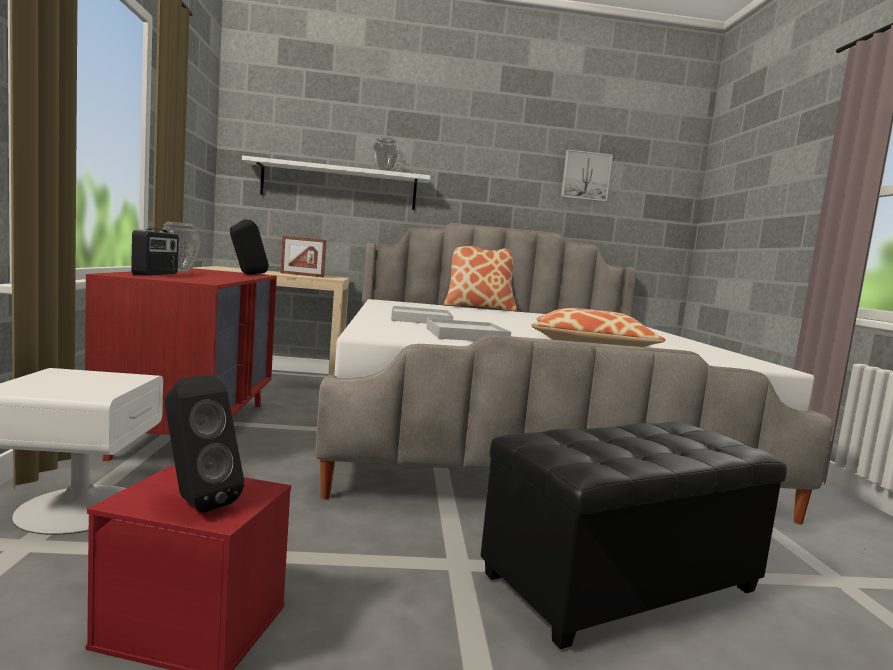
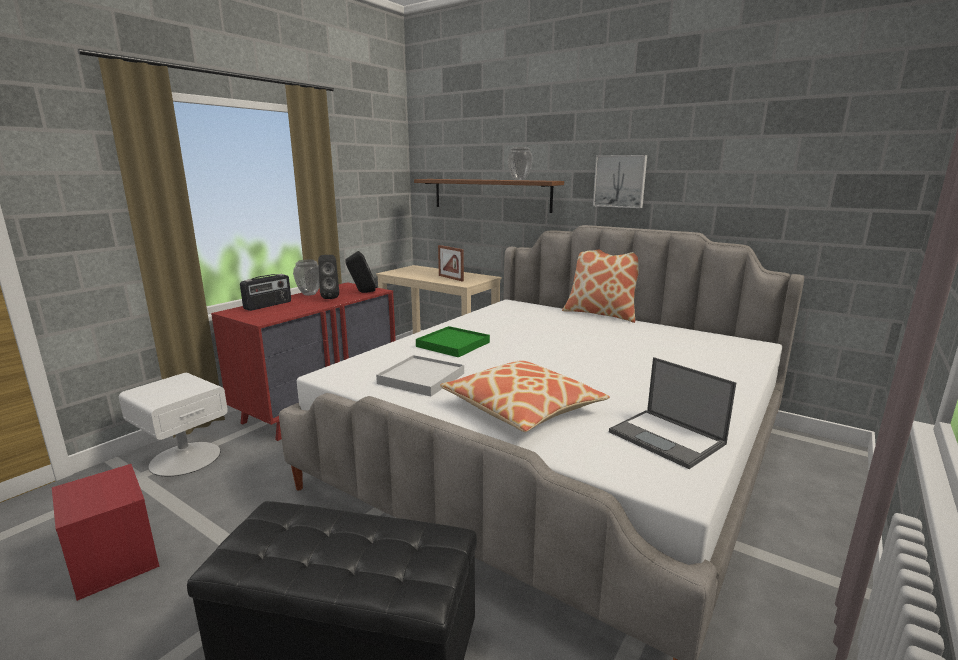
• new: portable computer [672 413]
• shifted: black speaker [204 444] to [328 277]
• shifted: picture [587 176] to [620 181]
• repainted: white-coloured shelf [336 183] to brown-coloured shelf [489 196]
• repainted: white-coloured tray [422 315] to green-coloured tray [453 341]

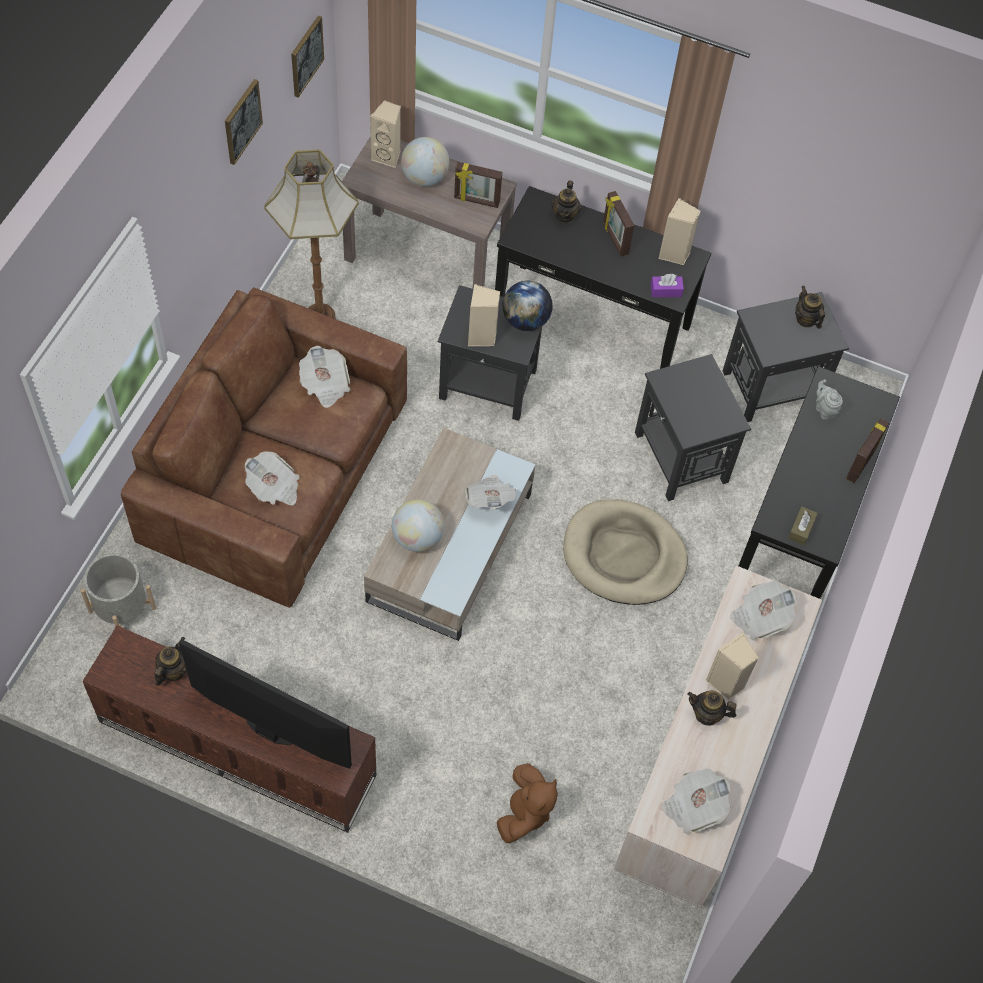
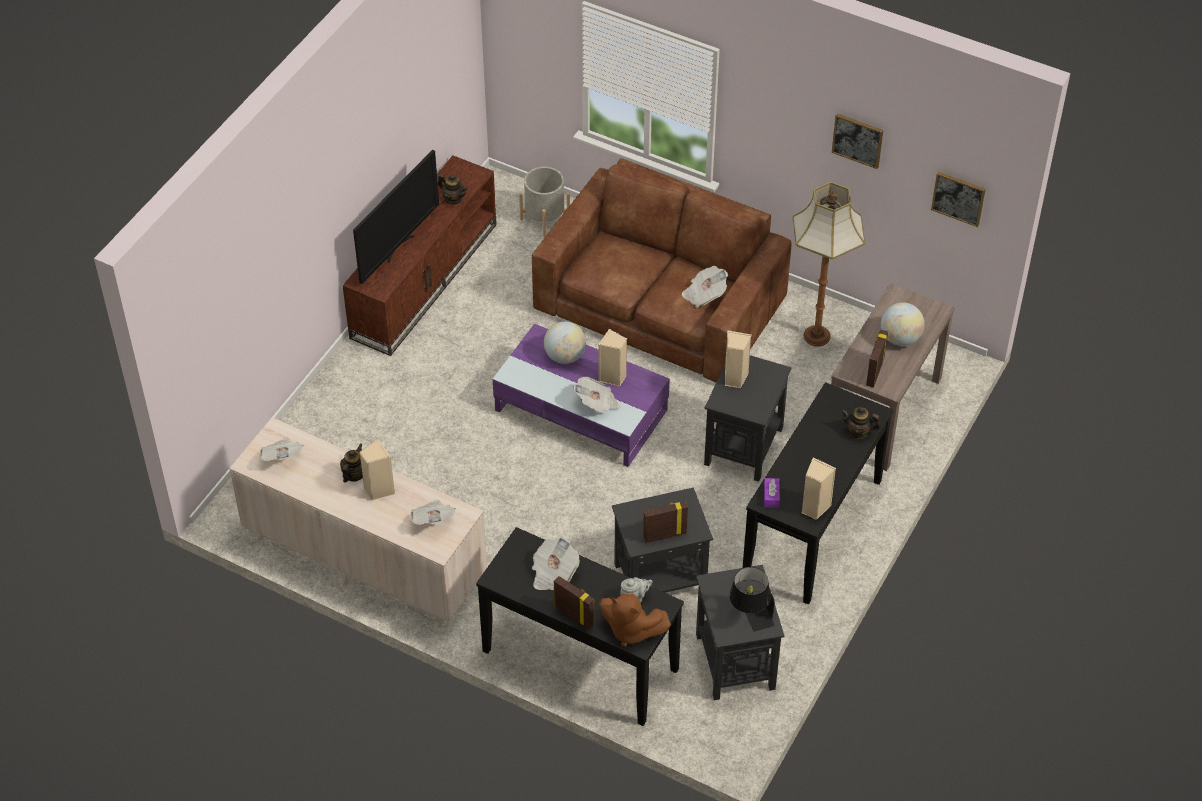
• gone: desk globe [527 306]
• gone: beige dog cushion [625 552]
• gone: brown-coloured box of tissues [803 525]
• shifted: newspaper [272 478] to [556 564]
• shifted: beige speaker [385 134] to [612 357]
• shifted: brown-coloured cuddly toy [527 803] to [635 620]
• shifted: standing frame [618 224] to [665 522]
• swapped: tea pot [810 307] to black tabletop lamp [752 599]
• repainted: beige low table [450 534] to purple-coloured low table [581 395]

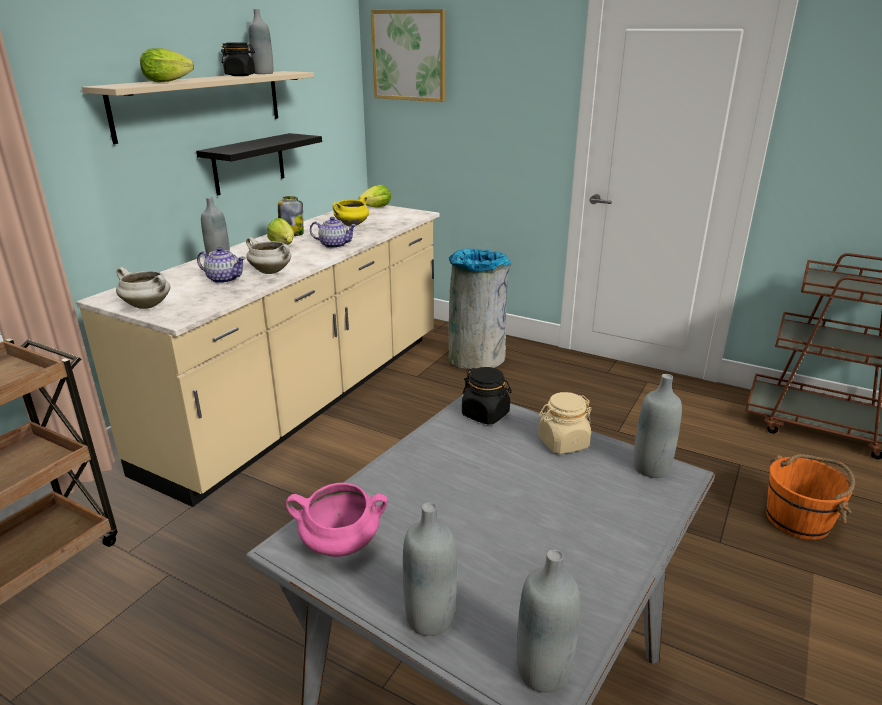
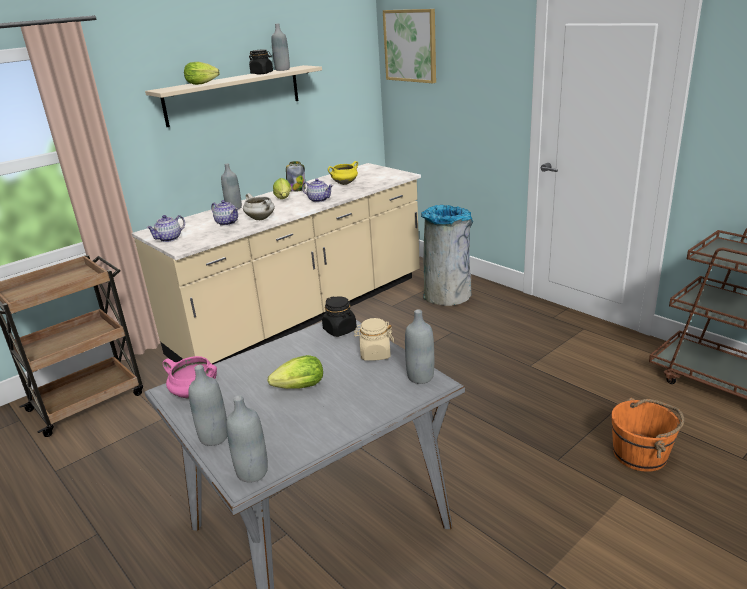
• gone: black shelf [259 164]
• shifted: lettuce [374 196] to [295 372]
• swapped: white-coloured cooking pot [143 288] to tea pot [165 228]

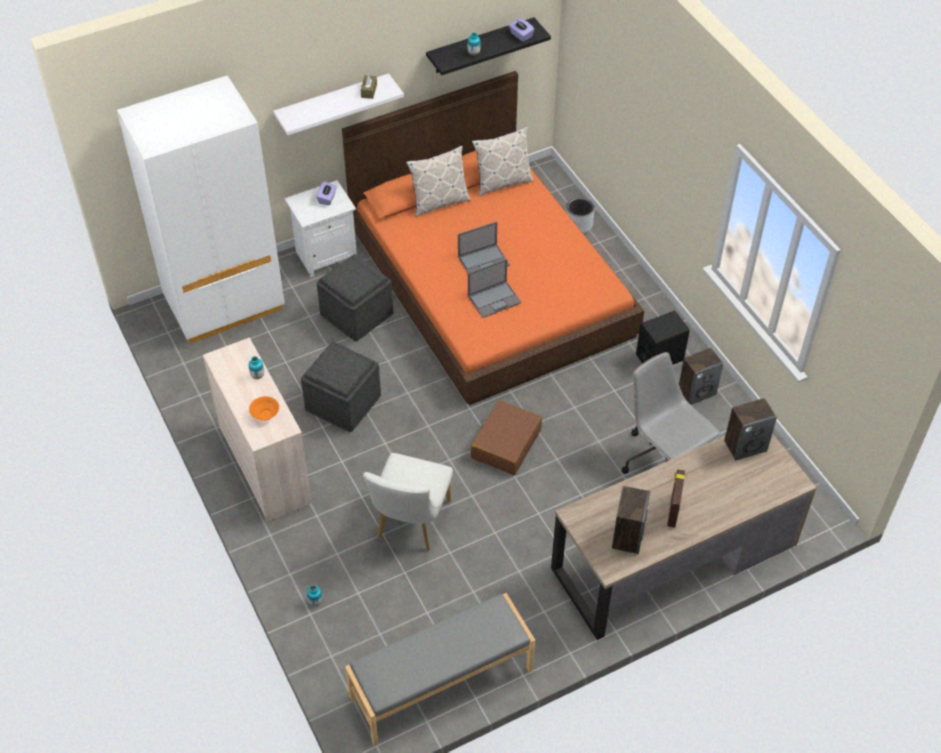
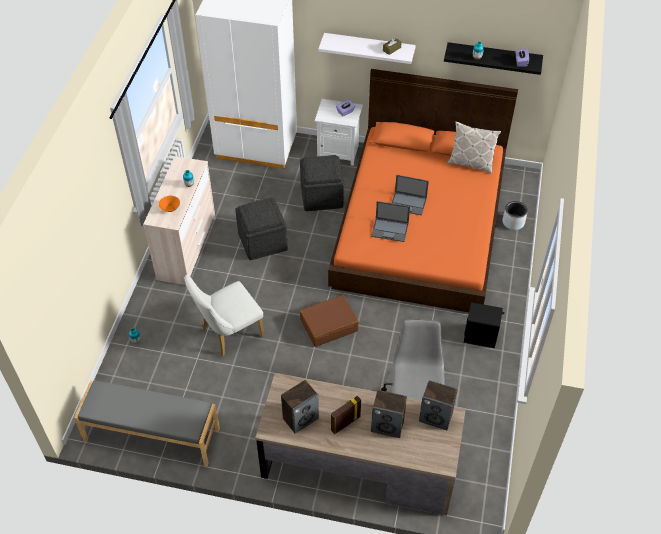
• gone: pillow [438 181]
• shifted: speaker [701 376] to [389 414]

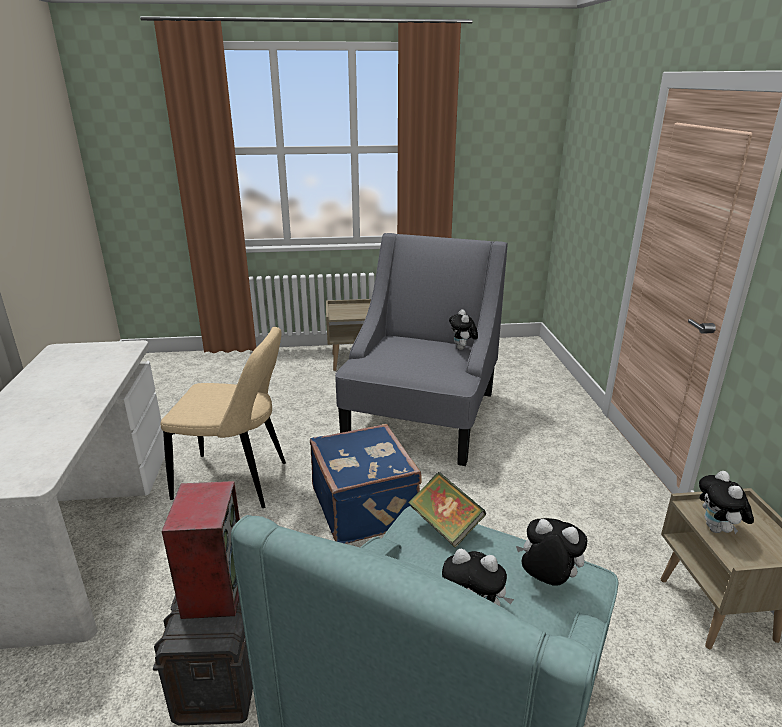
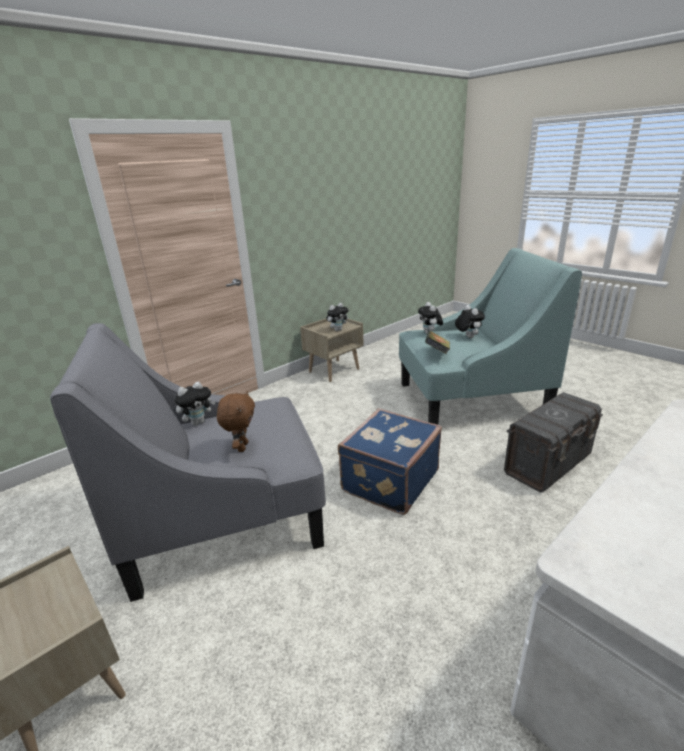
• gone: beige chair [223 417]
• gone: speaker [201 550]
• new: brown-coloured cuddly toy [236 421]

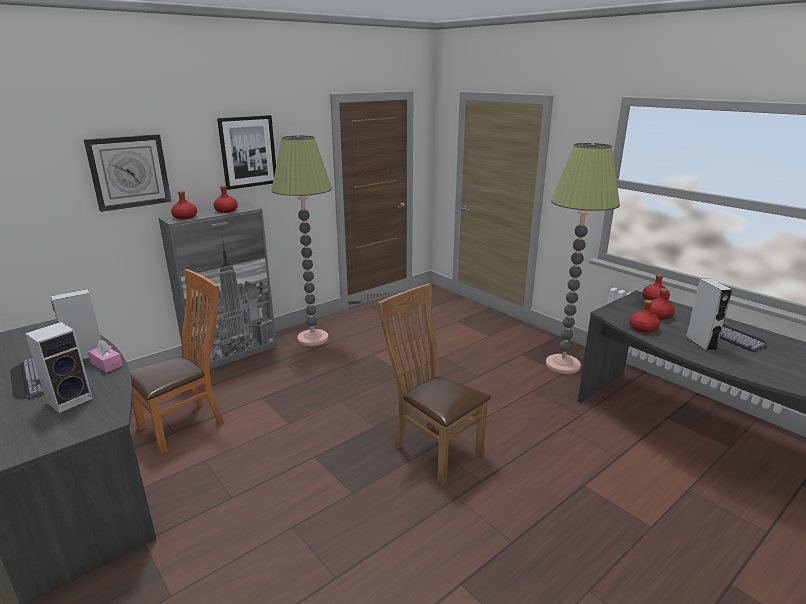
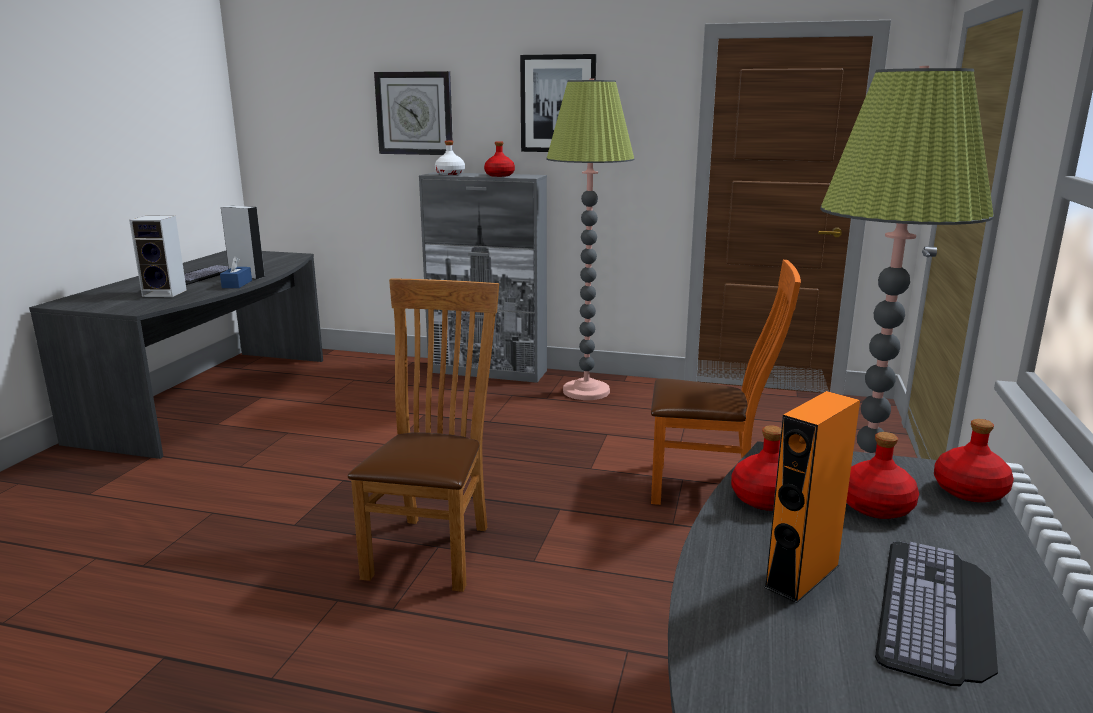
• shifted: orange chair [176 361] to [726 382]
• repainted: pink-coloured box of tissues [105 356] to blue-coloured box of tissues [236 272]
• repainted: red beverage bottle [184 205] to white-coloured beverage bottle [450 158]
• repainted: grey speaker [709 314] to orange speaker [812 497]

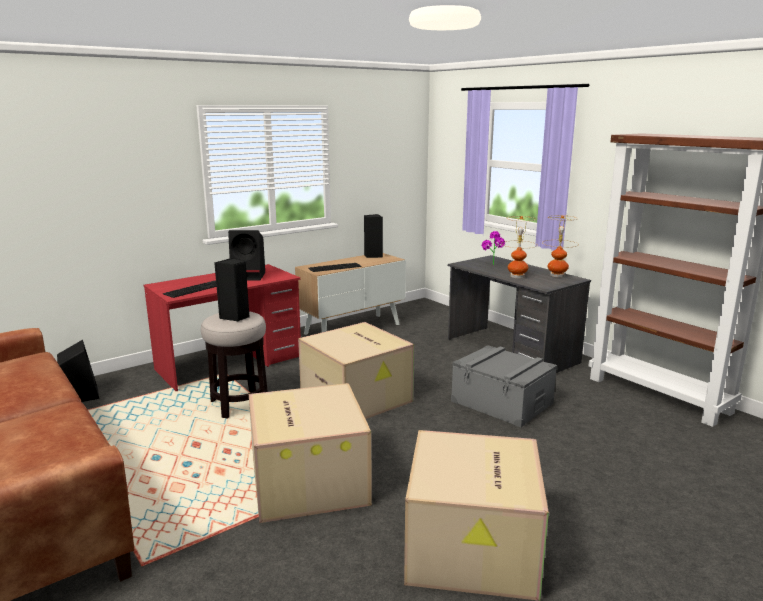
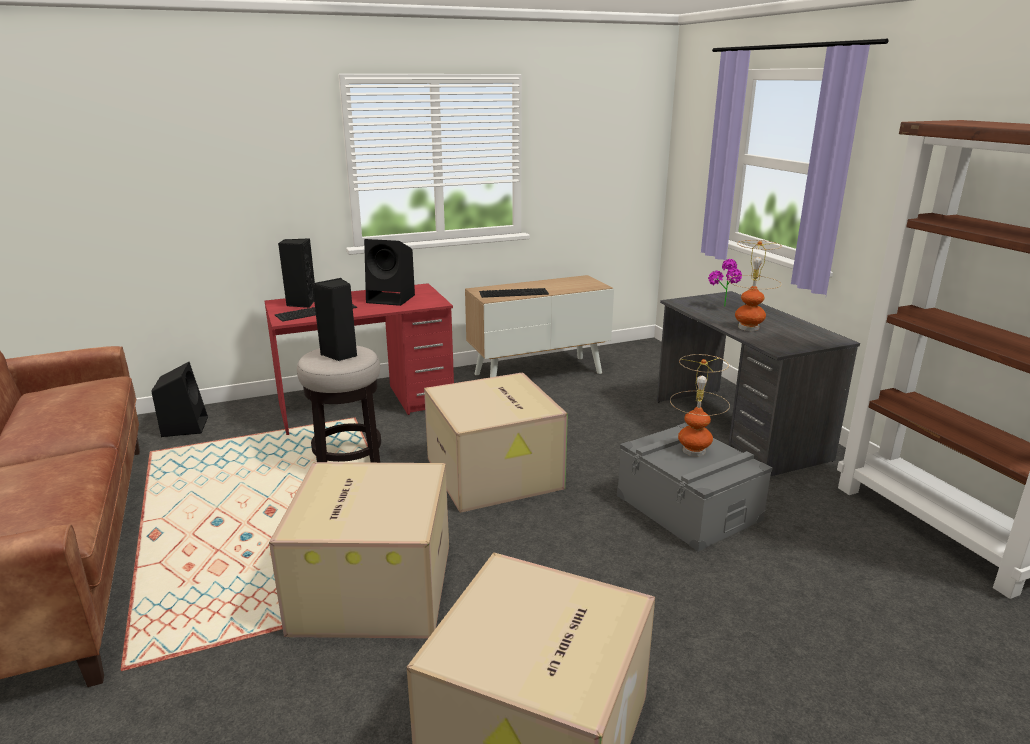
• shifted: black speaker [373 236] to [296 273]
• shifted: tabletop lamp [560 246] to [700 405]

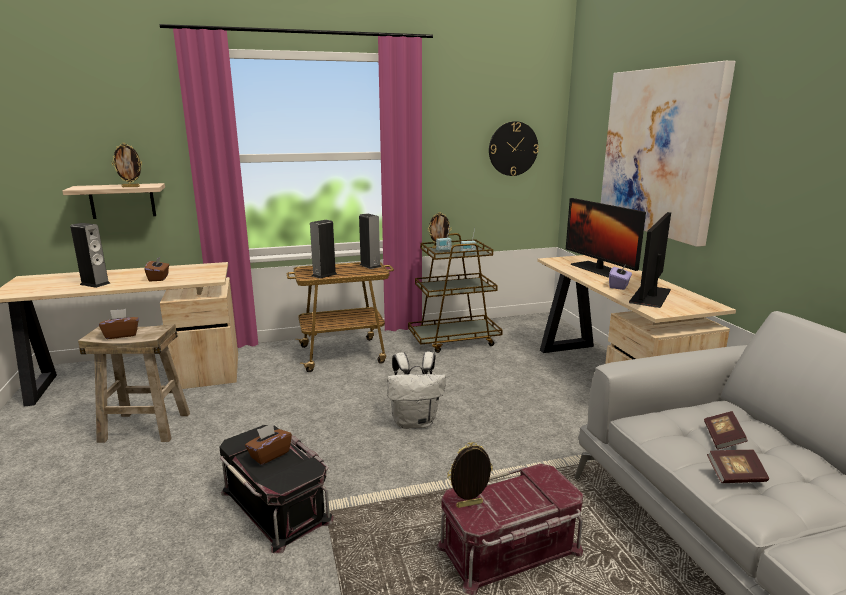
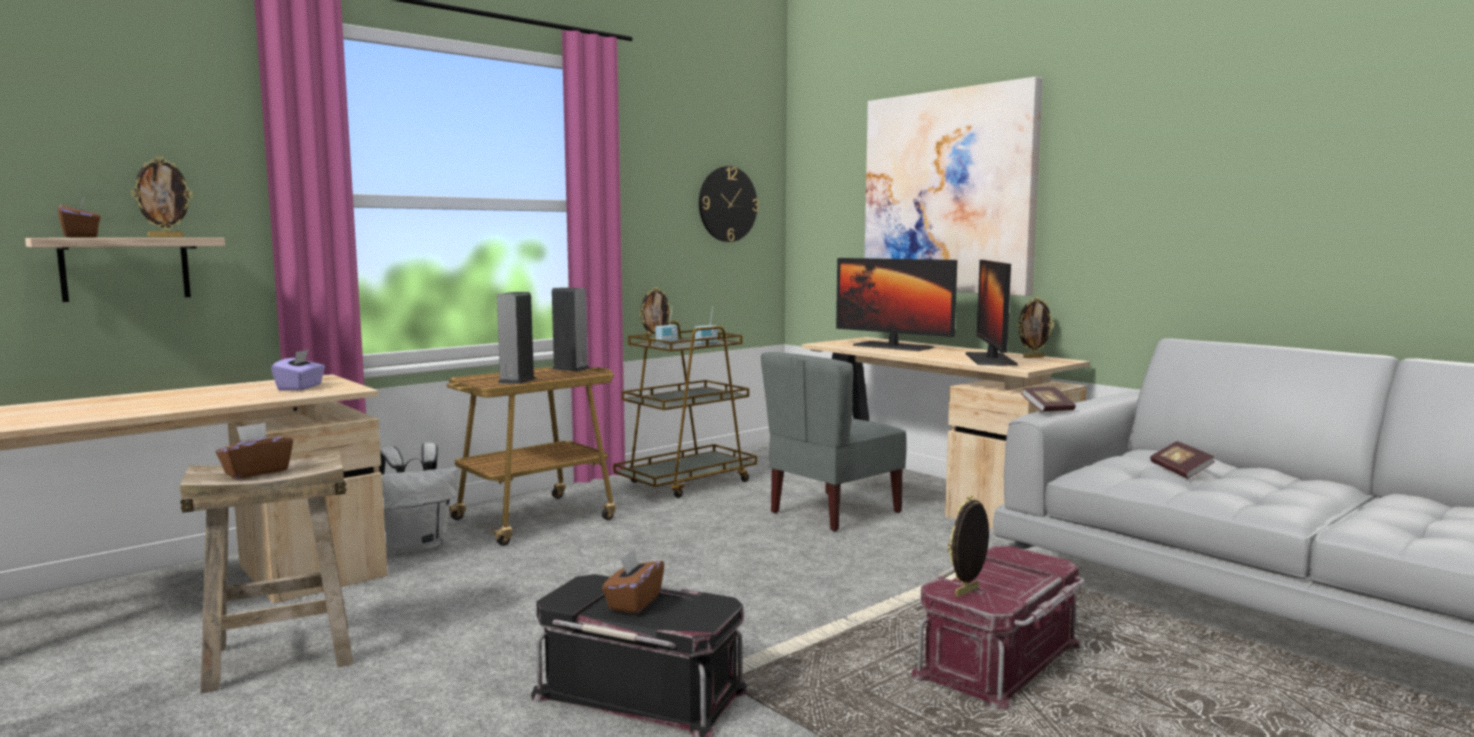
• gone: speaker [90 255]
• new: grey chair [833 442]
• new: standing frame [1036 327]
• shifted: brown-coloured box of tissues [156 268] to [79 216]
• shifted: white-coloured rucksack [416 390] to [418 499]
• shifted: purple-coloured box of tissues [620 277] to [298 370]
• shifted: bound book [738 466] to [1048 399]

